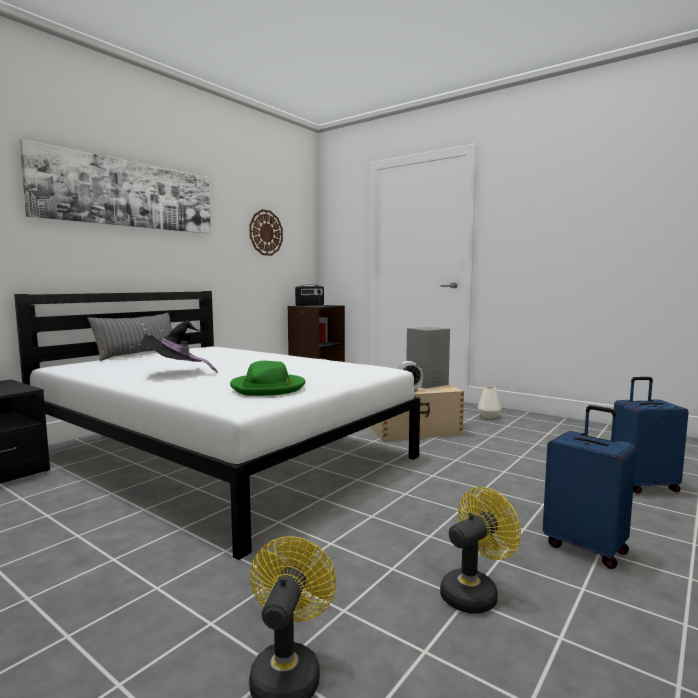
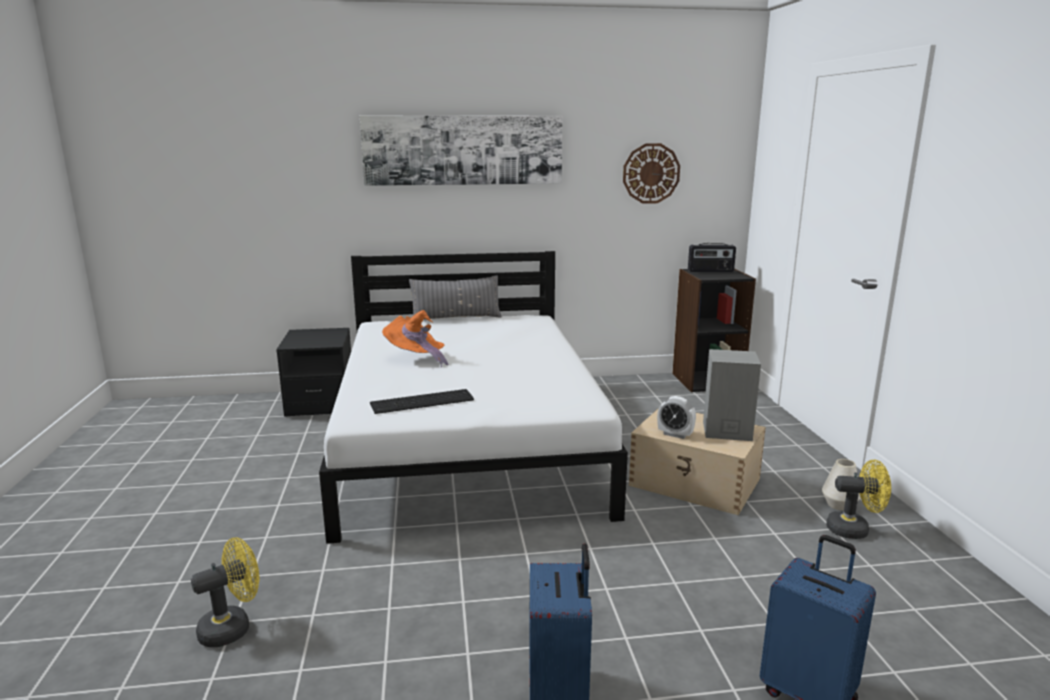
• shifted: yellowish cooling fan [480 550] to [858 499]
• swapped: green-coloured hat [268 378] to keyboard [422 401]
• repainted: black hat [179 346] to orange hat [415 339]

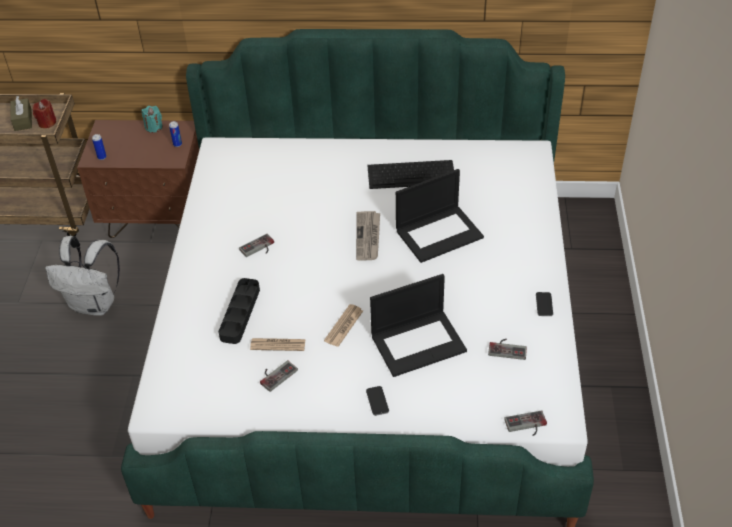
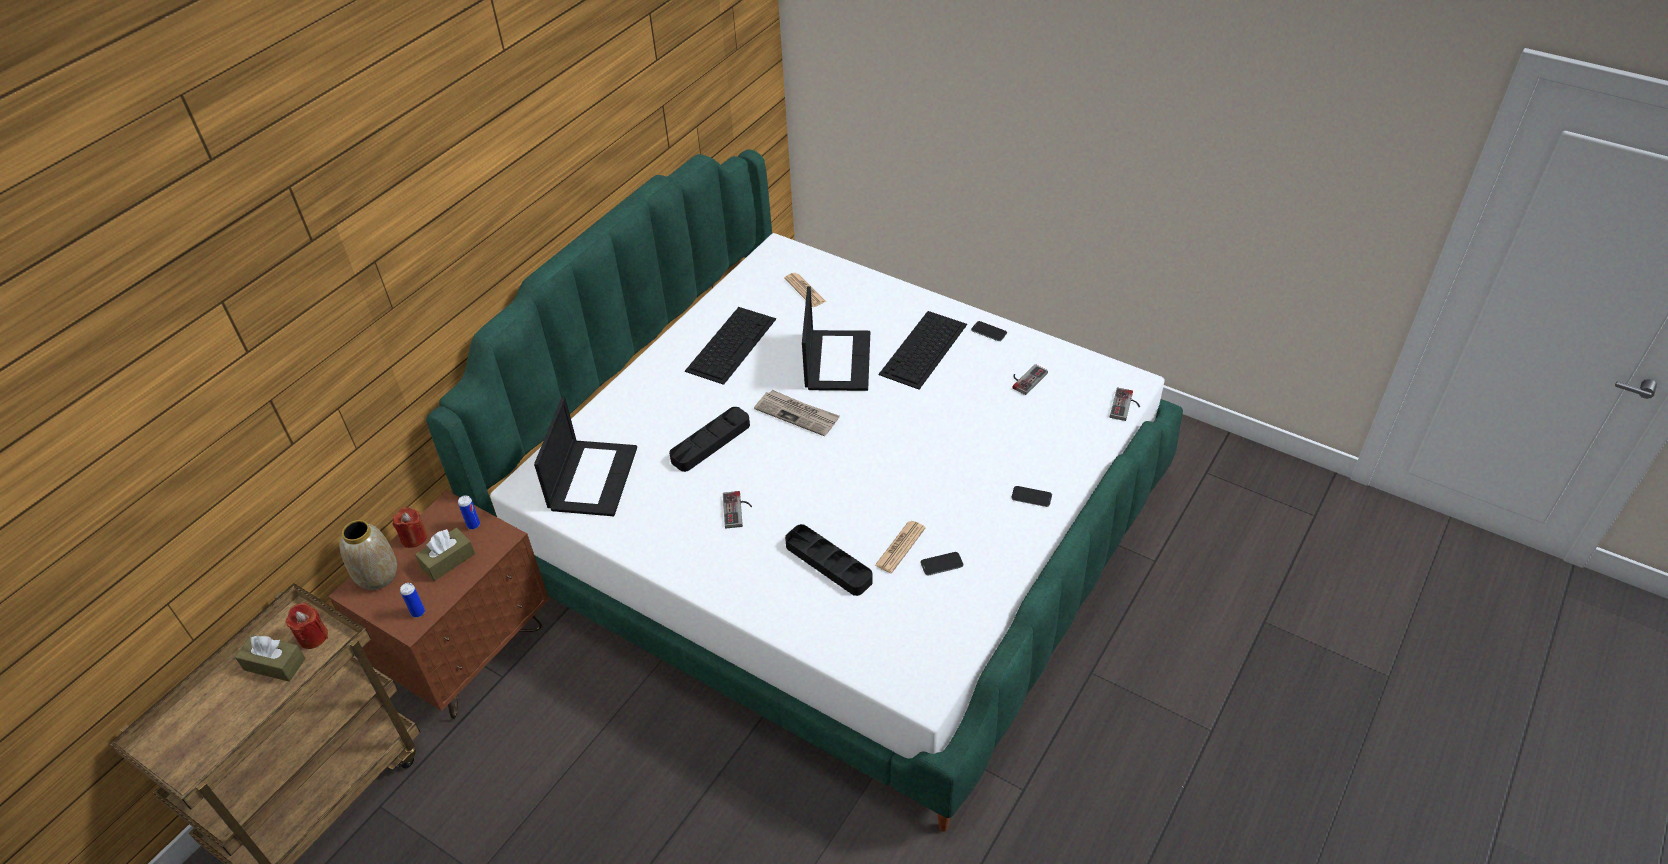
• gone: white-coloured rucksack [82 276]
• new: decorative vase [368 555]
• new: brown-coloured box of tissues [445 554]
• new: black tray [709 439]
• new: keyboard [923 350]
• shifted: newspaper [343 325] to [805 290]
• shifted: portable computer [418 325] to [585 456]
• swapped: gamepad [279 376] to telephone [941 563]
• repainted: blue-green wax candle [152 119] to red wax candle [409 527]

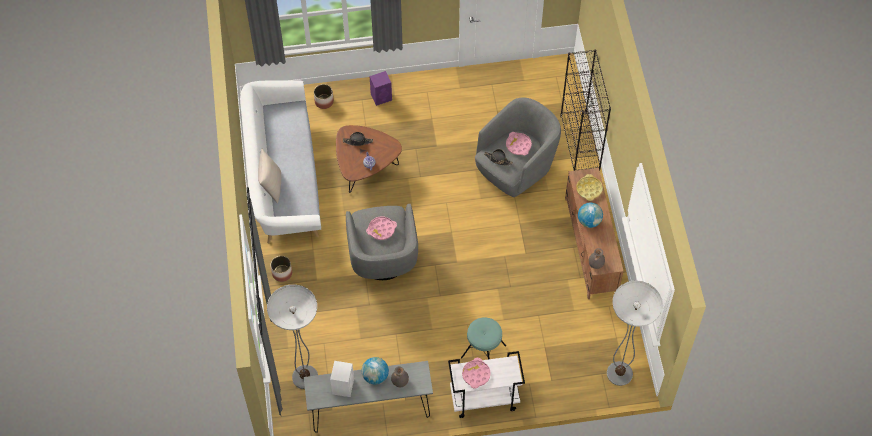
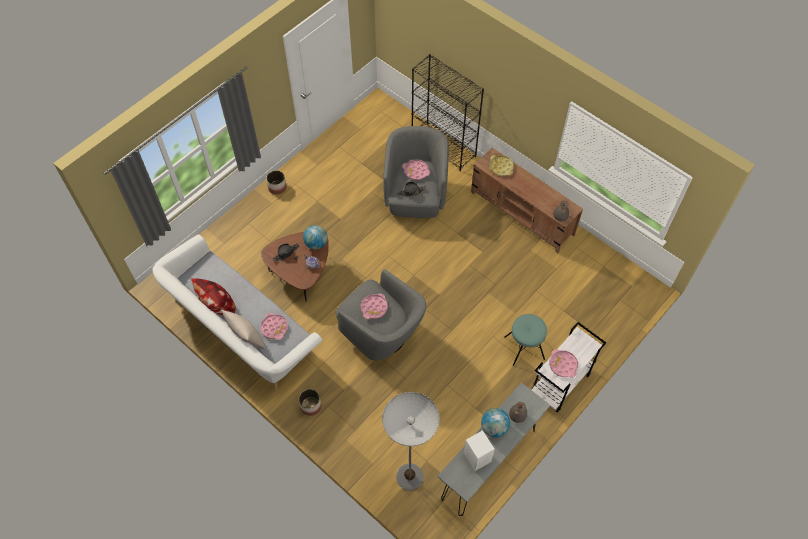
• gone: purple-coloured speaker [381 88]
• gone: floor lamp [635 333]
• new: pillow [213 296]
• new: pink-coloured tray [274 326]
• shifted: planter [324 96] to [276 182]
• shifted: desk globe [590 215] to [315 237]

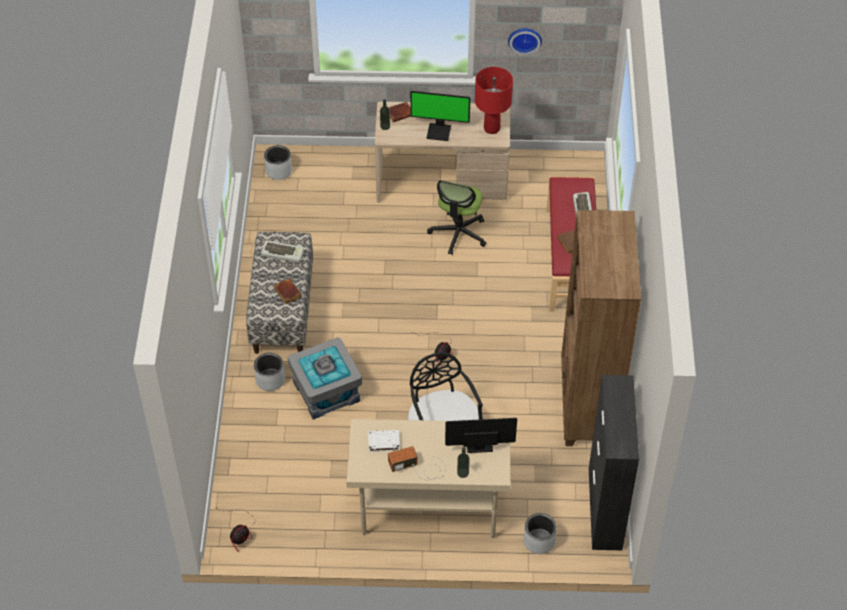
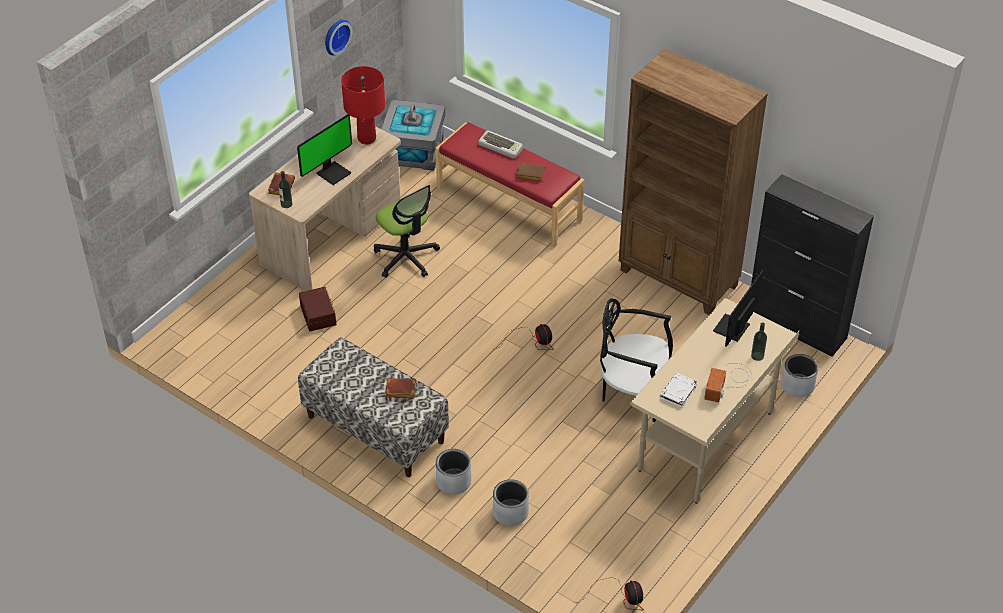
• gone: keyboard [282 252]
• new: brown-coloured storage box [318 309]
• shifted: grey planter [278 162] to [511 502]
• shifted: grey storage box [325 378] to [413 135]

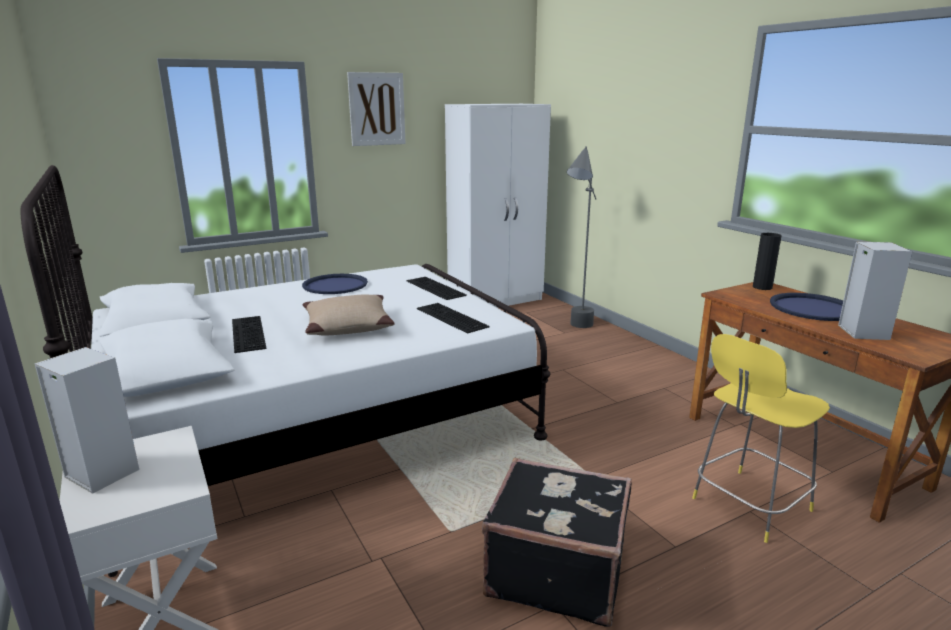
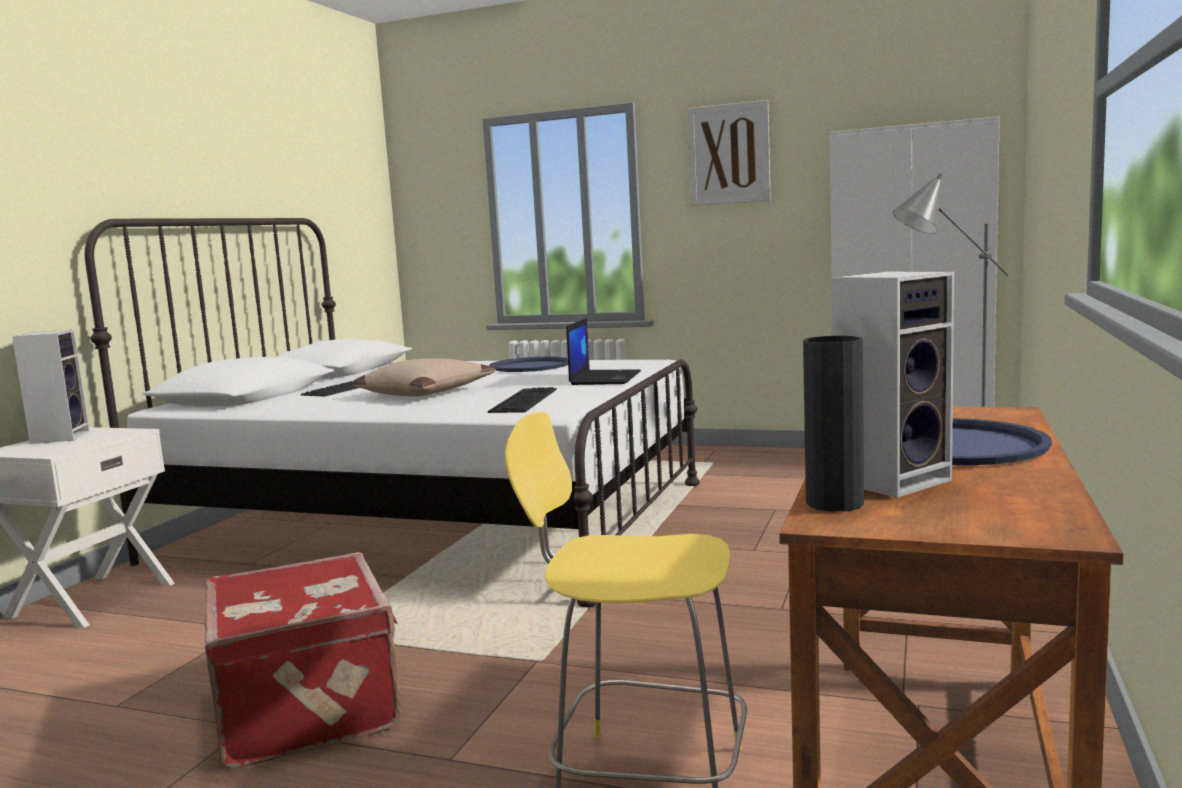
• shifted: black decorative vase [767 261] to [833 424]
• swapped: keyboard [436 288] to portable computer [603 351]
• repainted: black piece of luggage [557 542] to red piece of luggage [303 660]

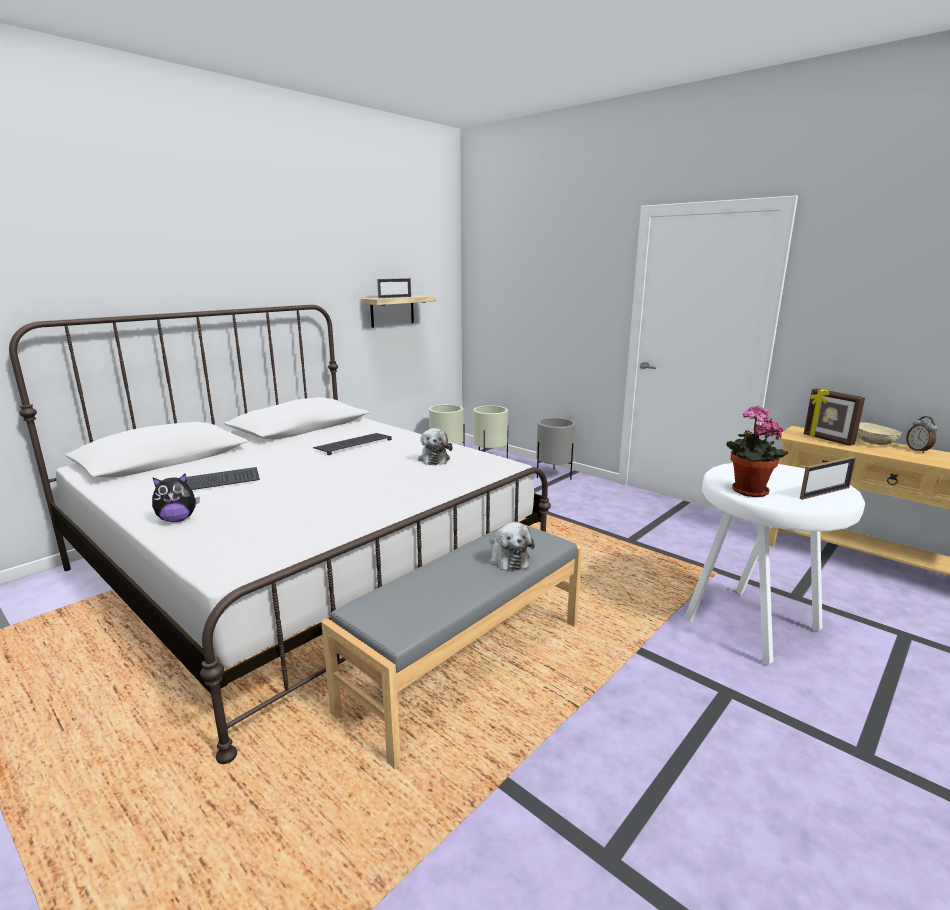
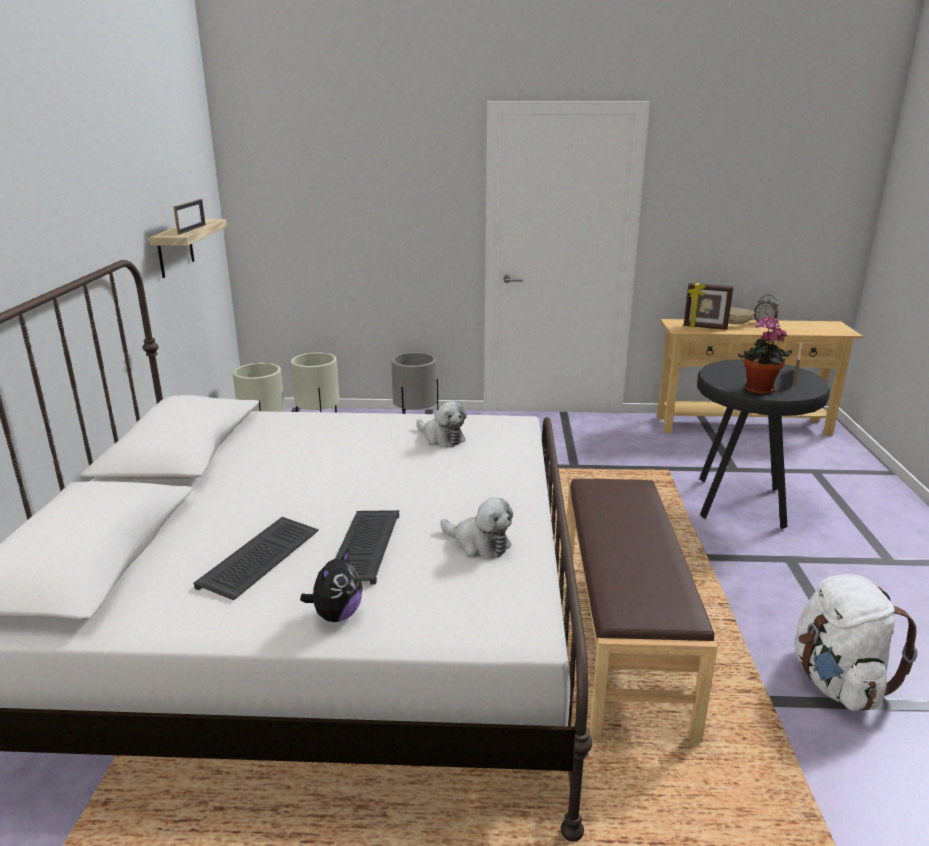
• new: white-coloured rucksack [856 642]
• shifted: keyboard [352 444] to [367 547]
• shifted: cuddly toy [512 546] to [476 528]
• repainted: grey indoor bench [451 645] to brown-coloured indoor bench [642 611]
• repainted: white-coloured sitting stool [775 563] to black sitting stool [763 444]

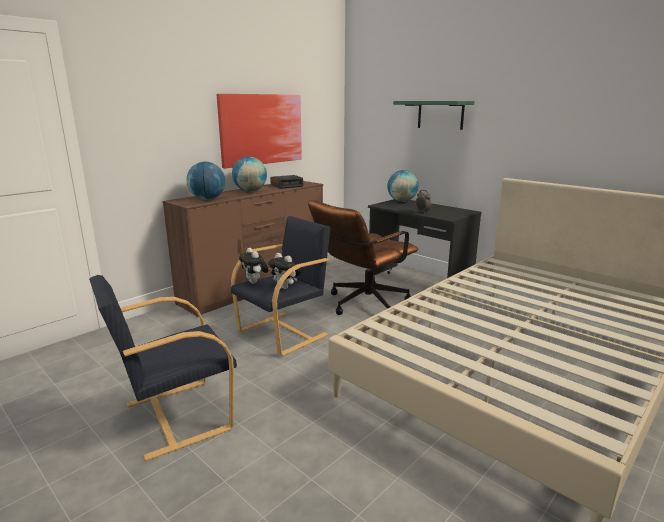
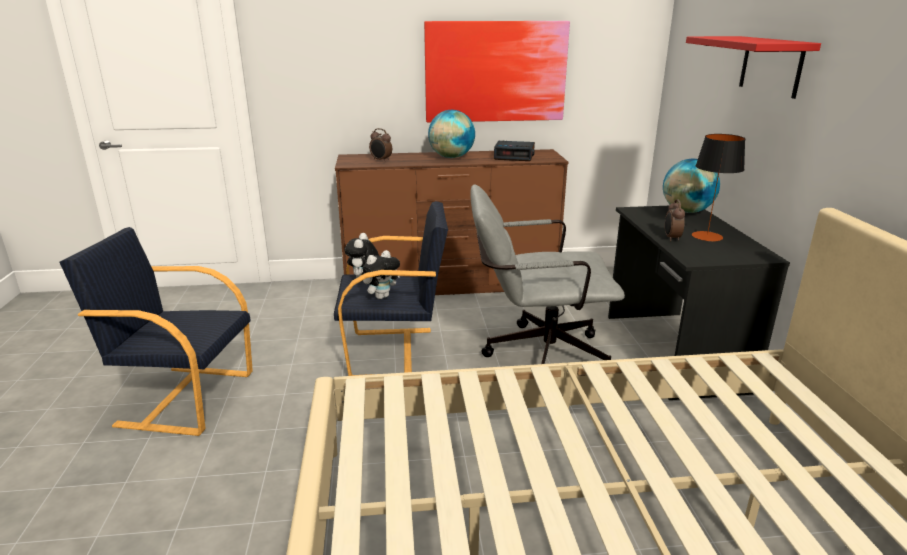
• new: tabletop lamp [718 188]
• swapped: desk globe [206 181] to alarm clock [380 145]
• repainted: brown-coloured computer chair [363 257] to grey computer chair [547 274]
• repainted: green-coloured shelf [434 115] to red shelf [753 67]
• rotated: cuddly toy [284 271] = [381 274] 120 degrees counterclockwise

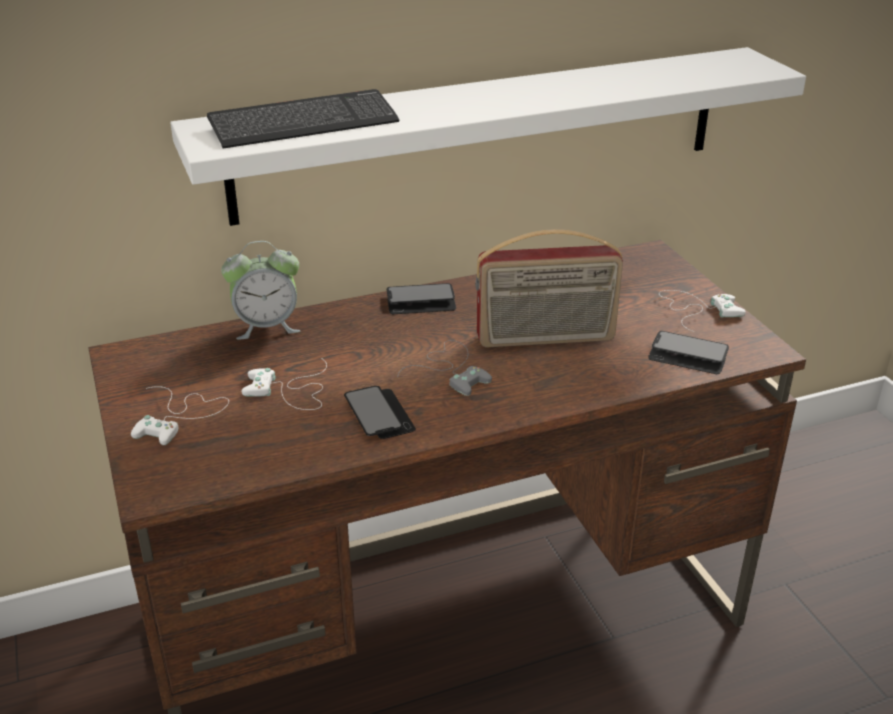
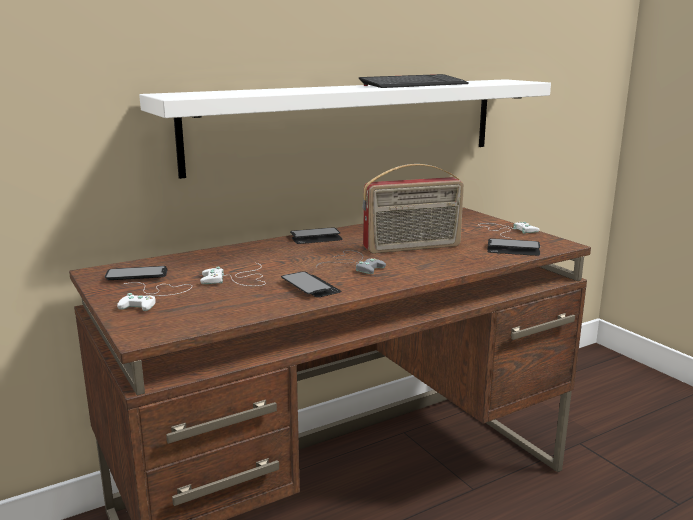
• gone: alarm clock [260 290]
• new: telephone [136 273]
• shifted: keyboard [303 119] to [414 81]

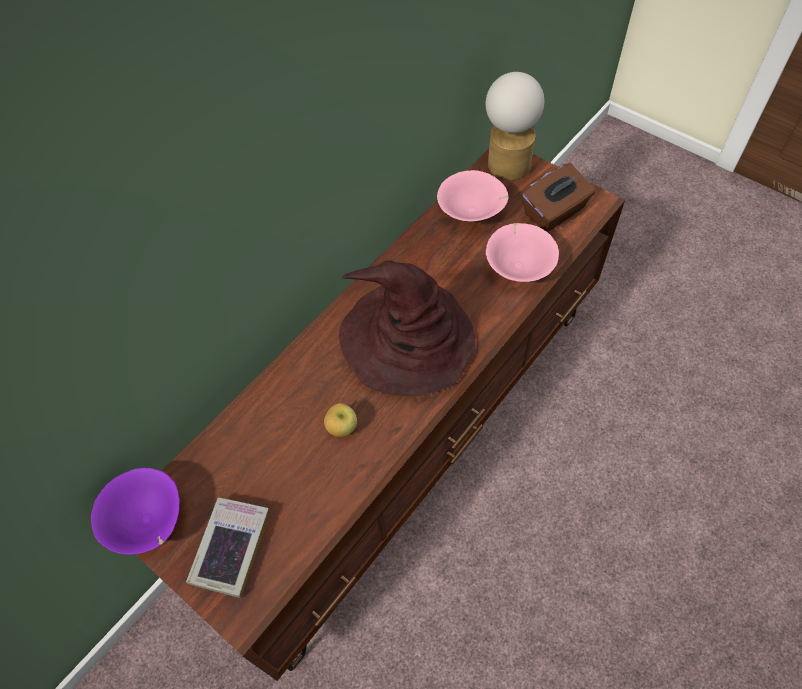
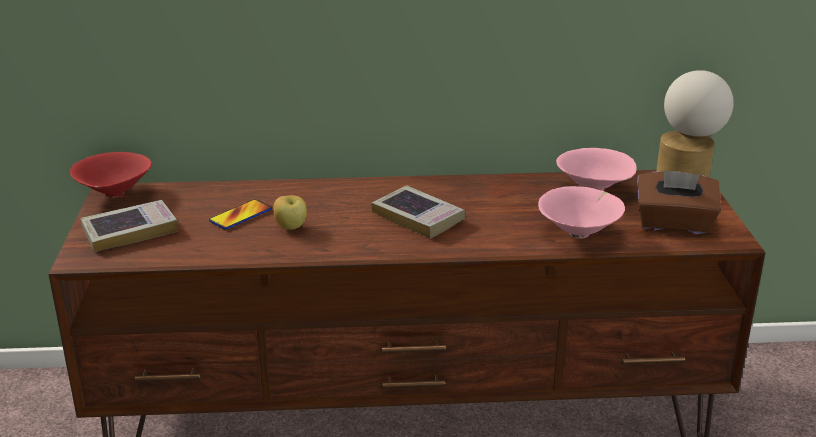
• new: telephone [240 214]
• swapped: brown-coloured hat [407 328] to bound book [418 212]
• repainted: purple-coloured serving bowl [135 511] to red serving bowl [111 175]

